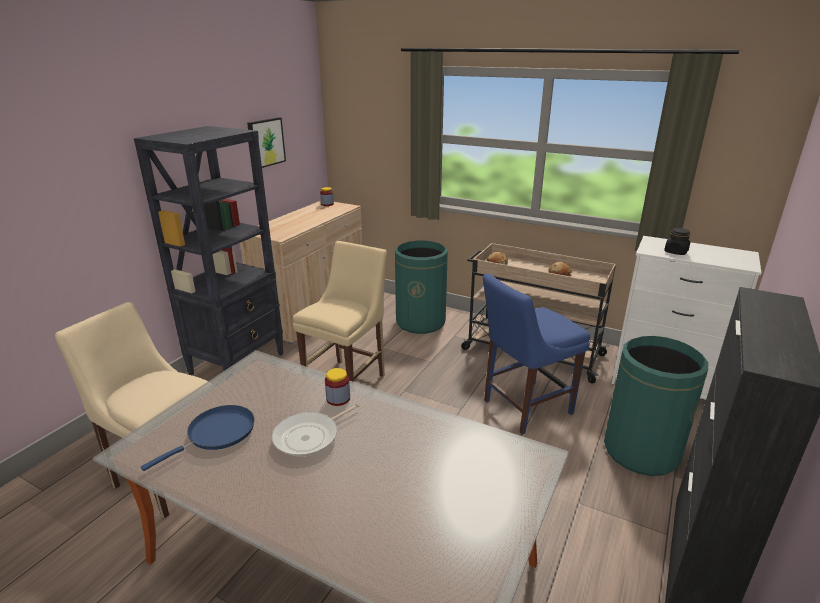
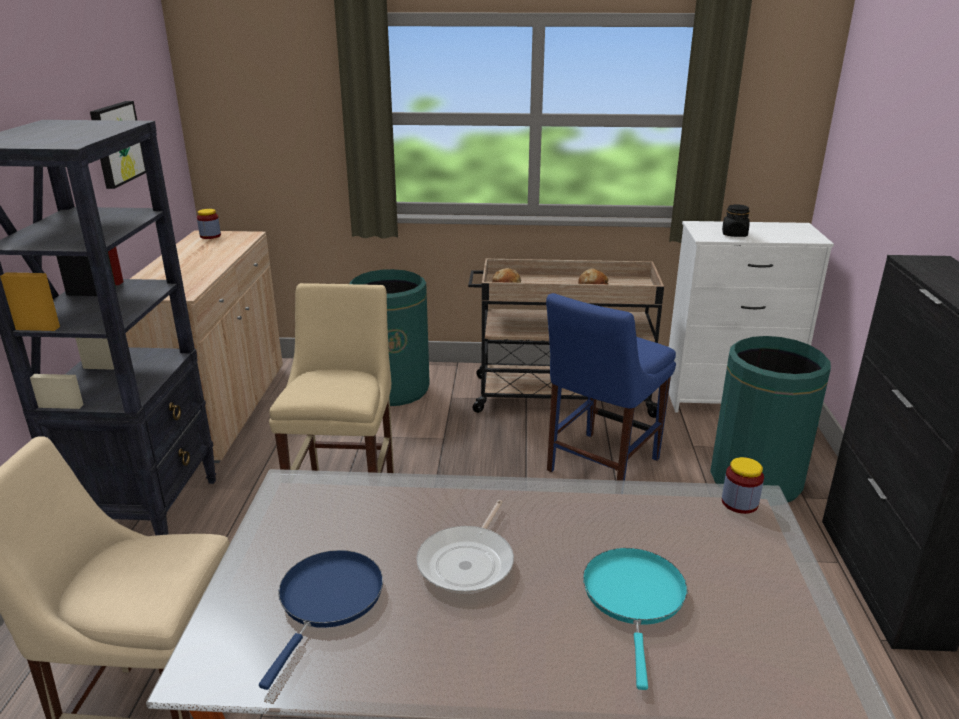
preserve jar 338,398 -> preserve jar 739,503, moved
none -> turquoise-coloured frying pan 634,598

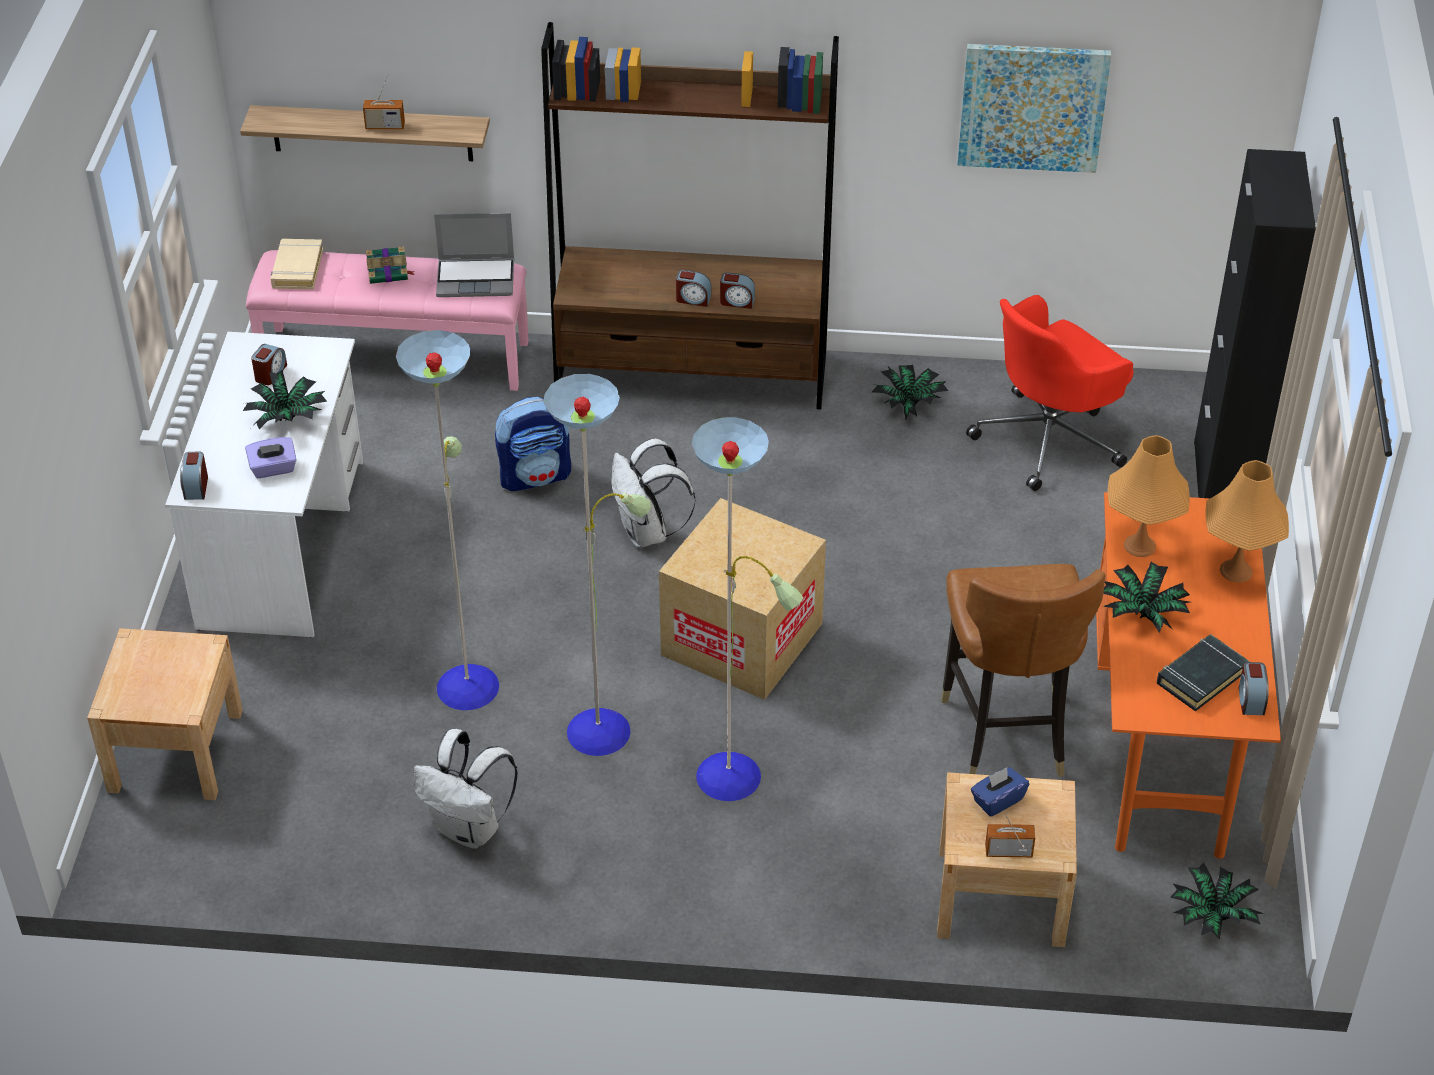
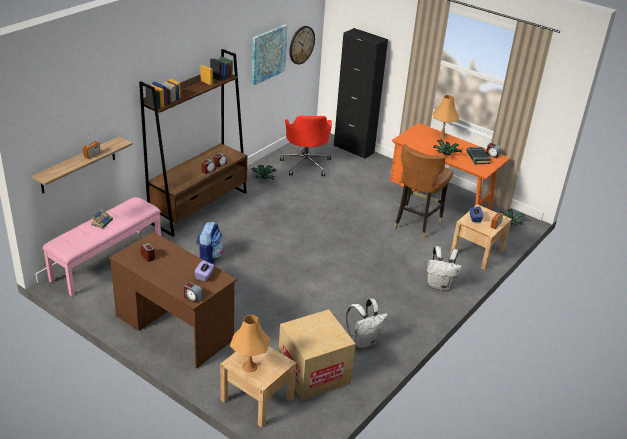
laptop 477,278 -> none
beige-coloured bound book 297,268 -> none
floor lamp 601,728 -> none
whitish desk table 282,543 -> brownish desk table 174,327
potted plant 287,418 -> none
orange-coloured lamp for a table 1140,545 -> orange-coloured lamp for a table 249,366, moved
whitish backpack 647,533 -> whitish backpack 440,285, moved
cardboard box 742,639 -> cardboard box 313,373, moved
brownish upright chair 1006,734 -> brownish upright chair 416,224, 90 degrees clockwise
none -> clock on the wall 301,45

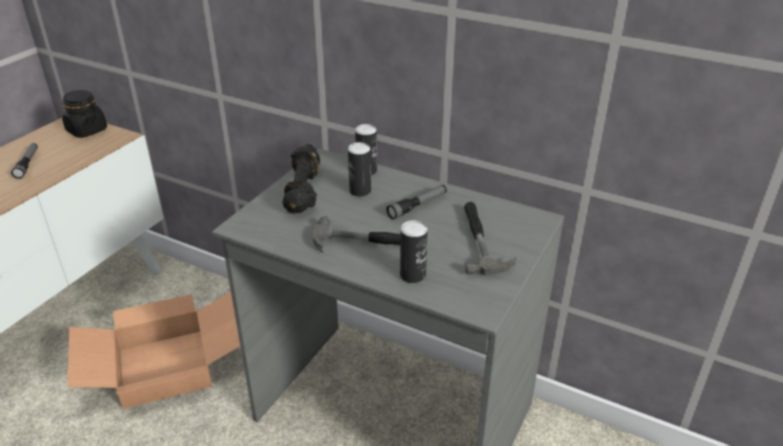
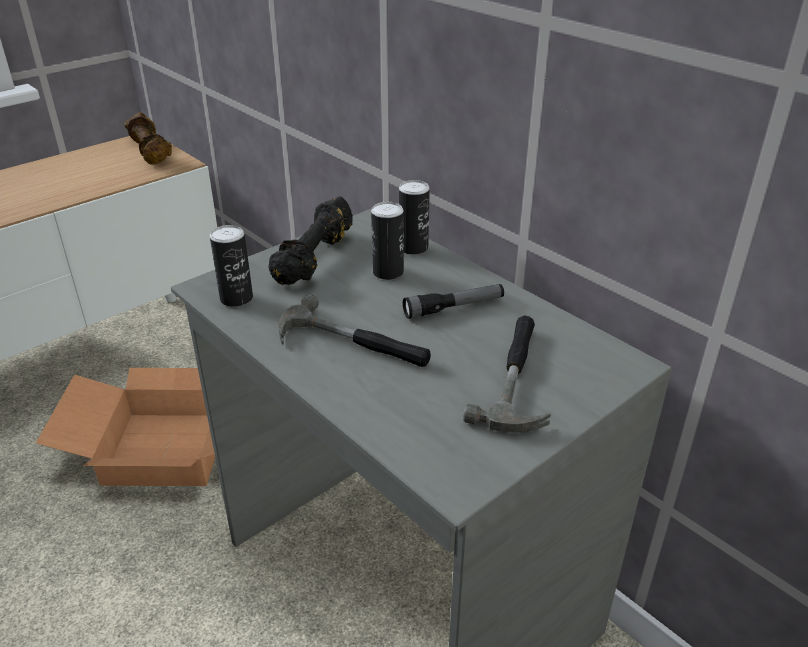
black-coloured preserve jar 87,130 -> brownish free weight 151,151
torch 27,164 -> none
metal can 412,275 -> metal can 236,298, moved

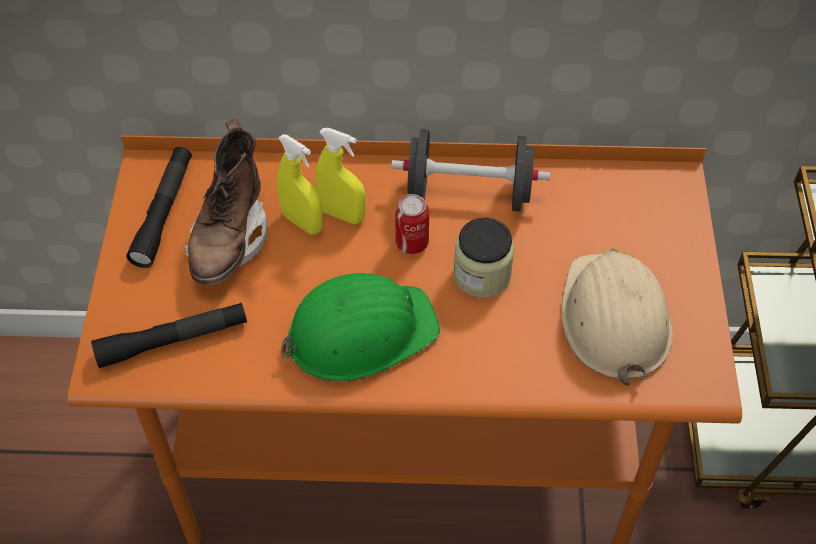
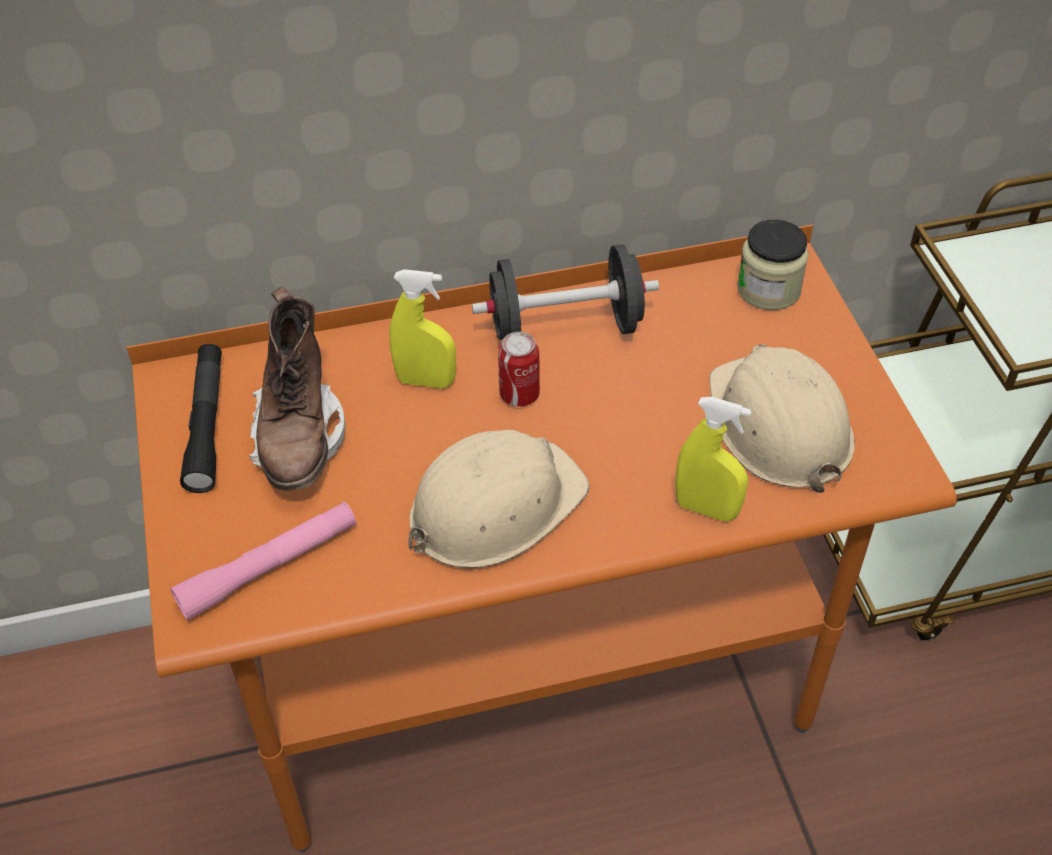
yellowish spray bottle 302,222 -> yellowish spray bottle 706,509, moved
preserve jar 482,275 -> preserve jar 768,289, moved
green-coloured safety helmet 359,332 -> beige-coloured safety helmet 494,506
black-coloured torch 173,340 -> pink torch 269,568

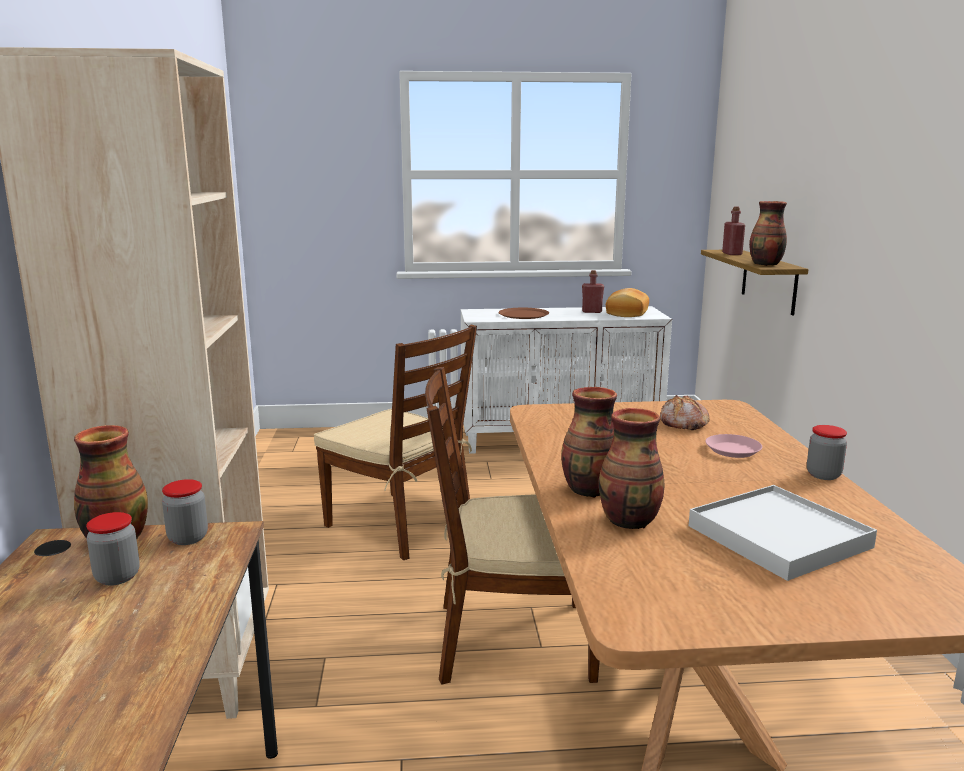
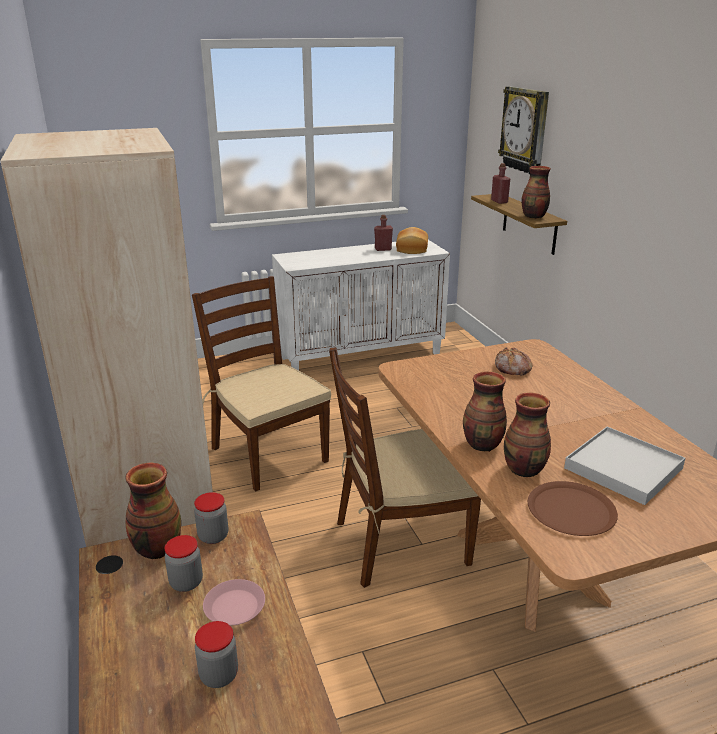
brownish flat dish 523,314 -> brownish flat dish 571,510, moved
brownish upright chair 400,524 -> brownish upright chair 268,454, 150 degrees counterclockwise
preserve jar 823,475 -> preserve jar 219,675, moved
pink flat dish 733,450 -> pink flat dish 235,607, moved
none -> clock on the wall 525,130

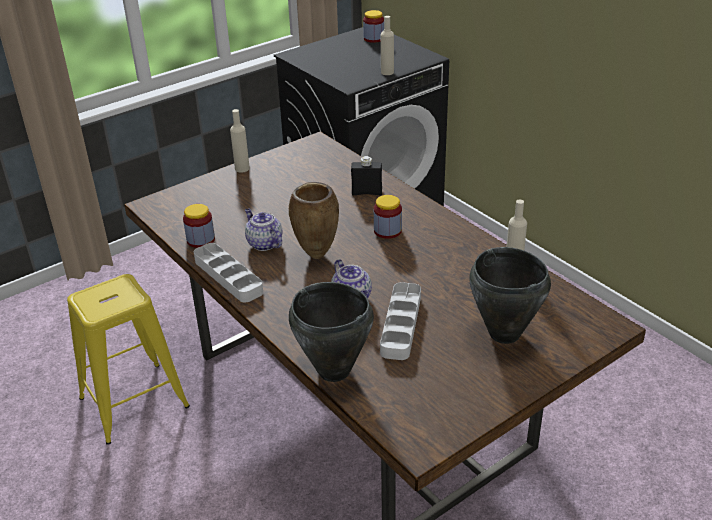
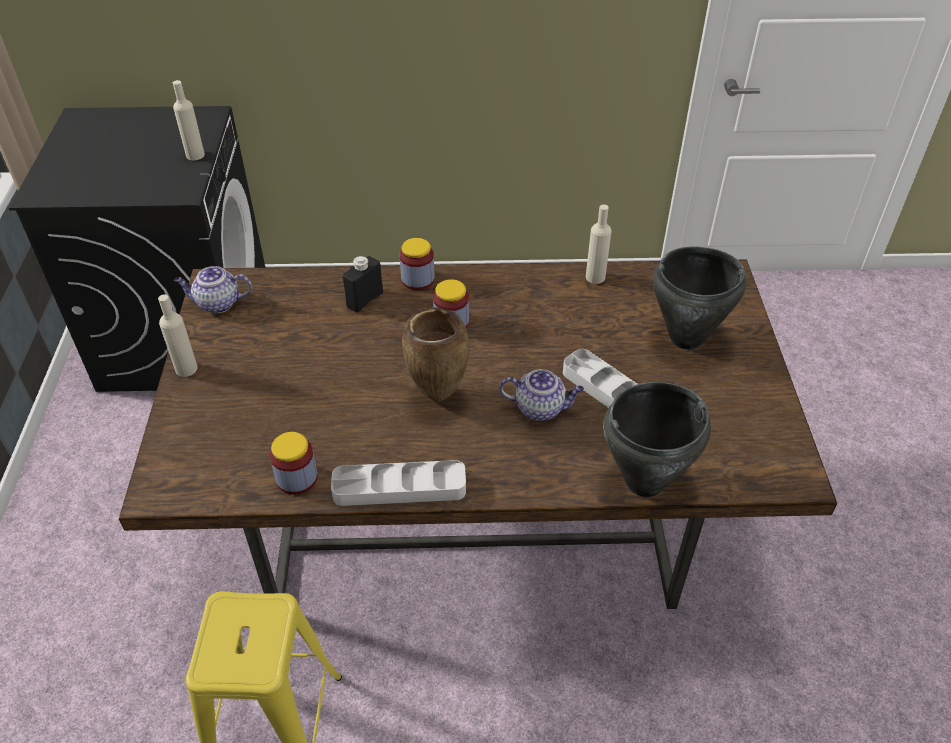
preserve jar 373,38 -> preserve jar 418,279, moved
pot for tea 264,243 -> pot for tea 217,303, moved

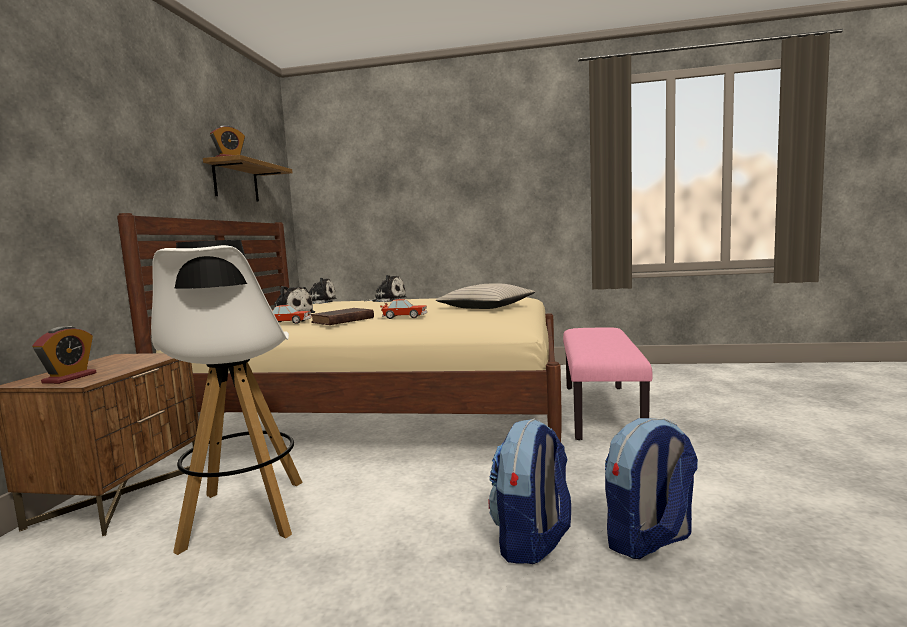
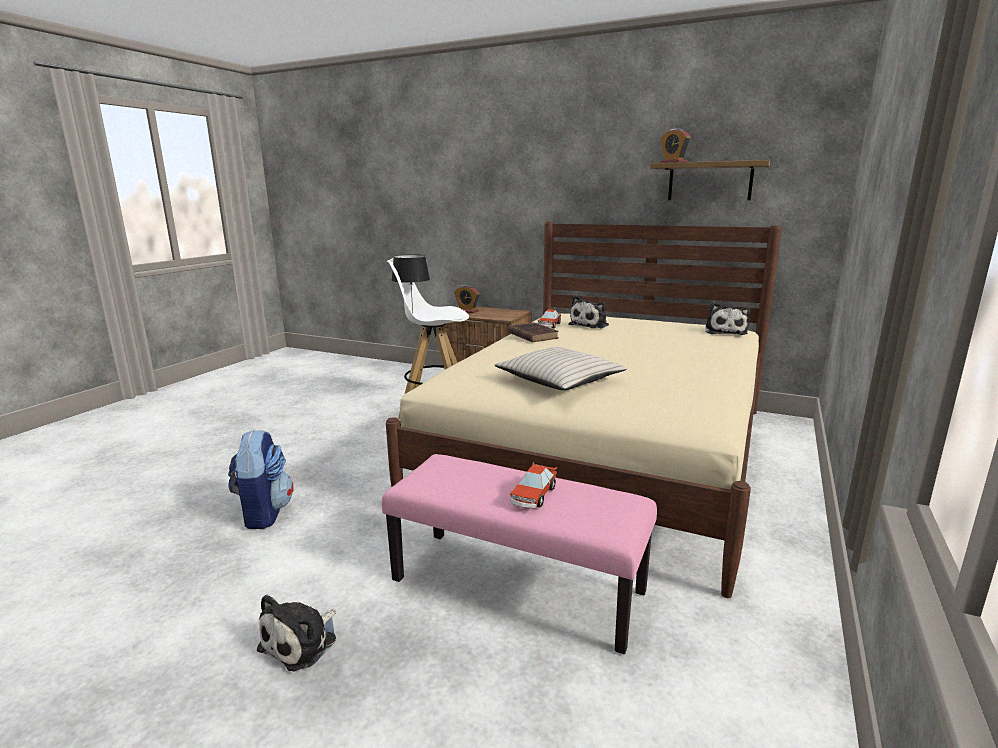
soft toy 387,300 -> soft toy 302,642, moved
miniature car 405,317 -> miniature car 533,495, moved
backpack 532,541 -> none

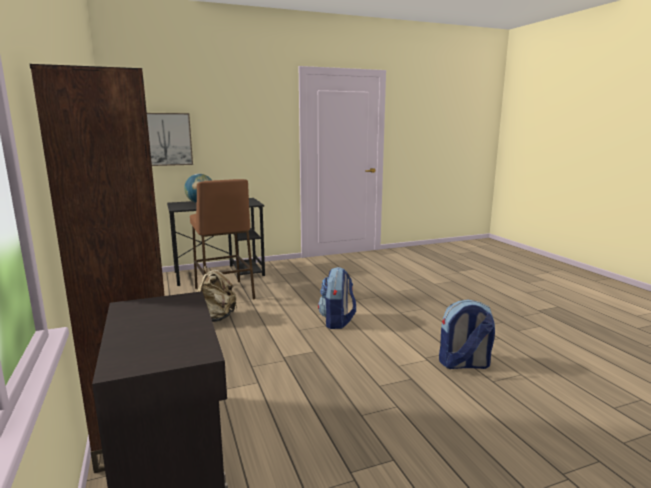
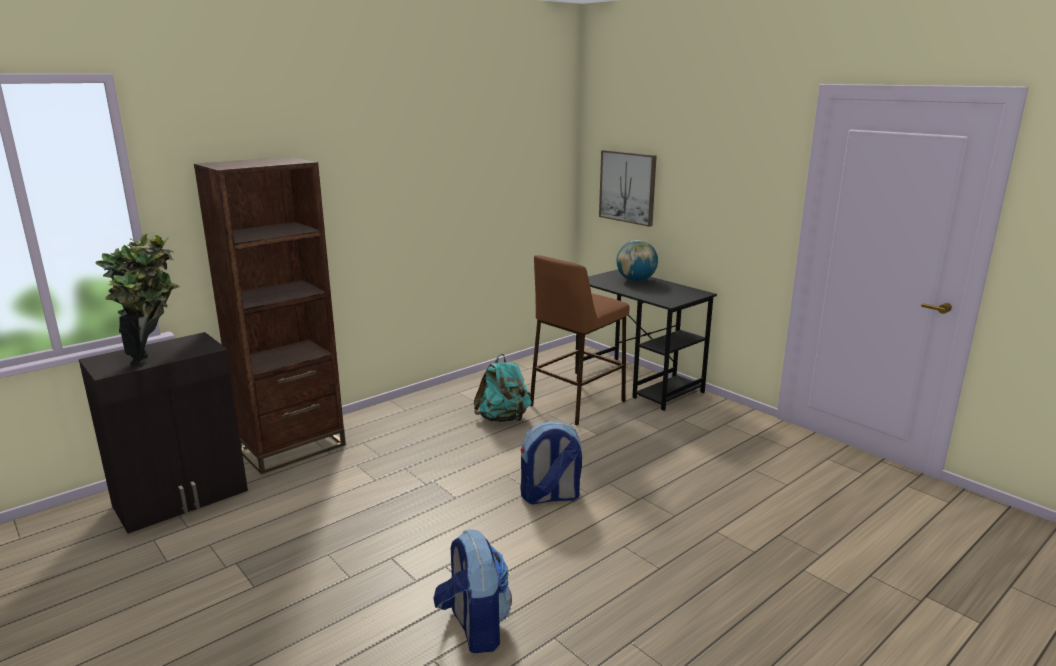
beige-coloured backpack 215,318 -> turquoise-coloured backpack 503,419
none -> potted plant 153,354

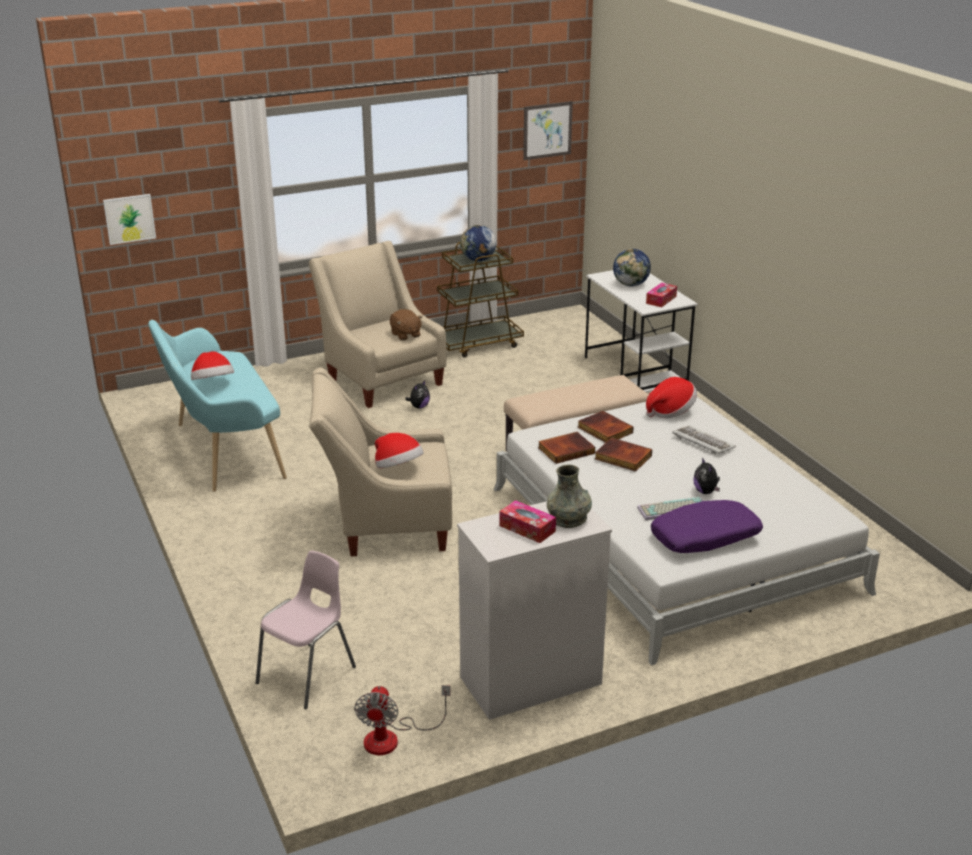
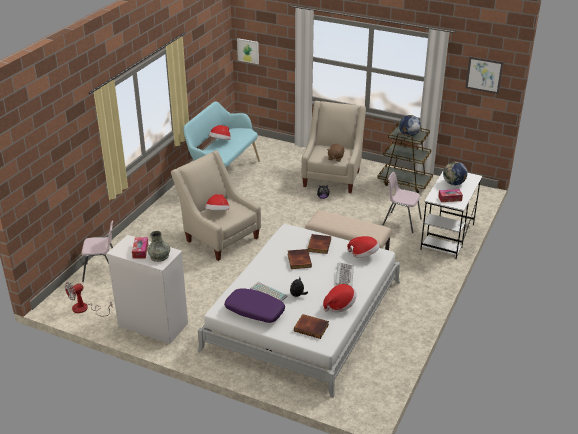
bound book 566,450 -> bound book 311,327, moved
none -> pink upright chair 401,222
none -> hat 339,305

